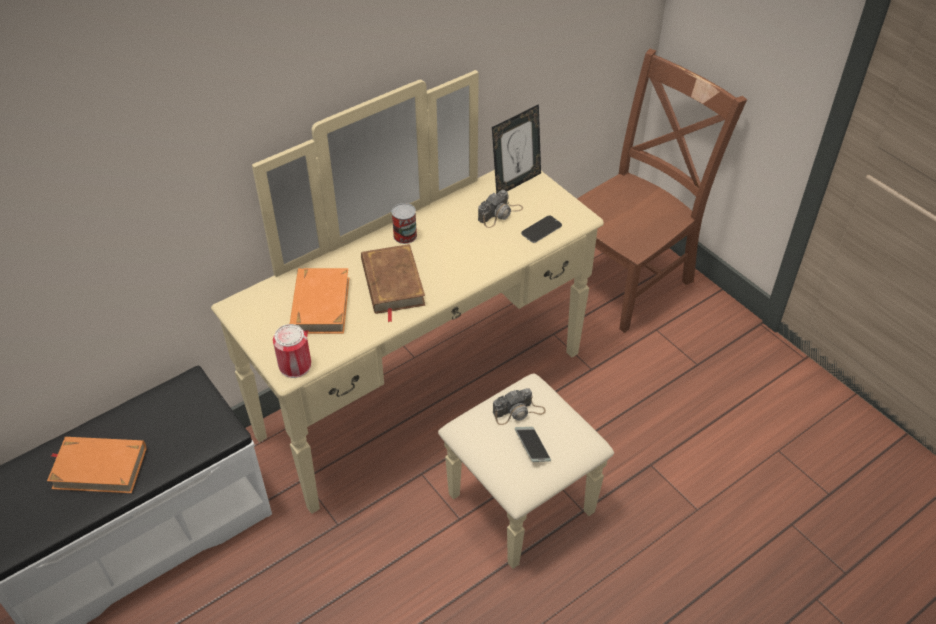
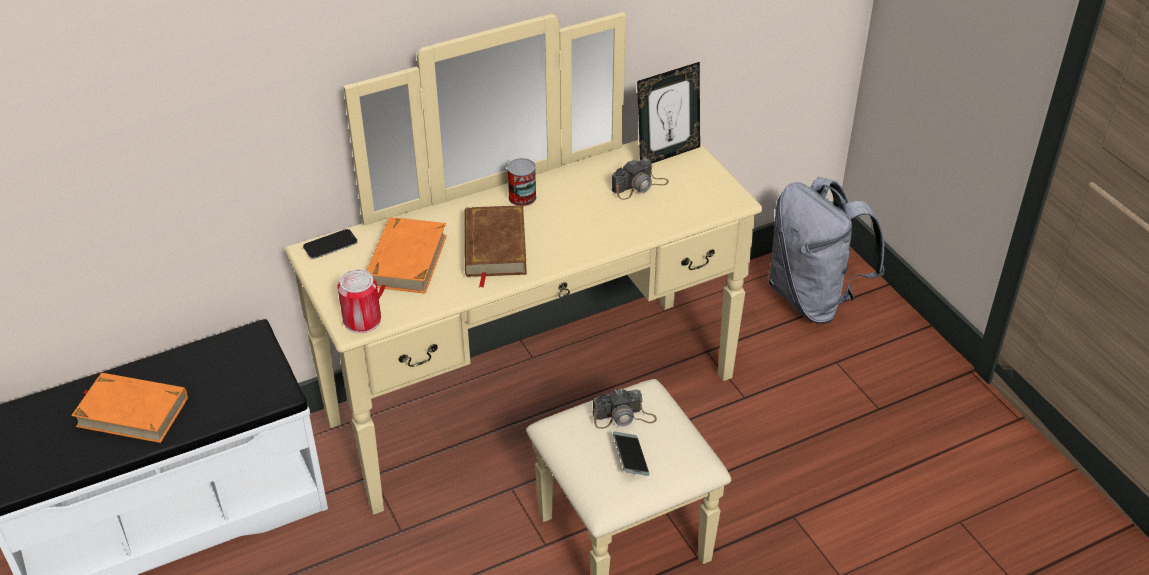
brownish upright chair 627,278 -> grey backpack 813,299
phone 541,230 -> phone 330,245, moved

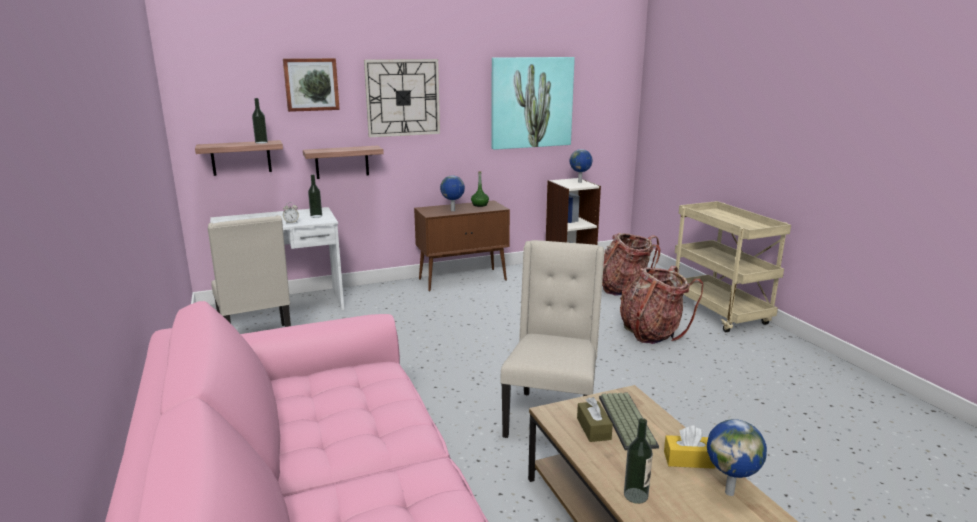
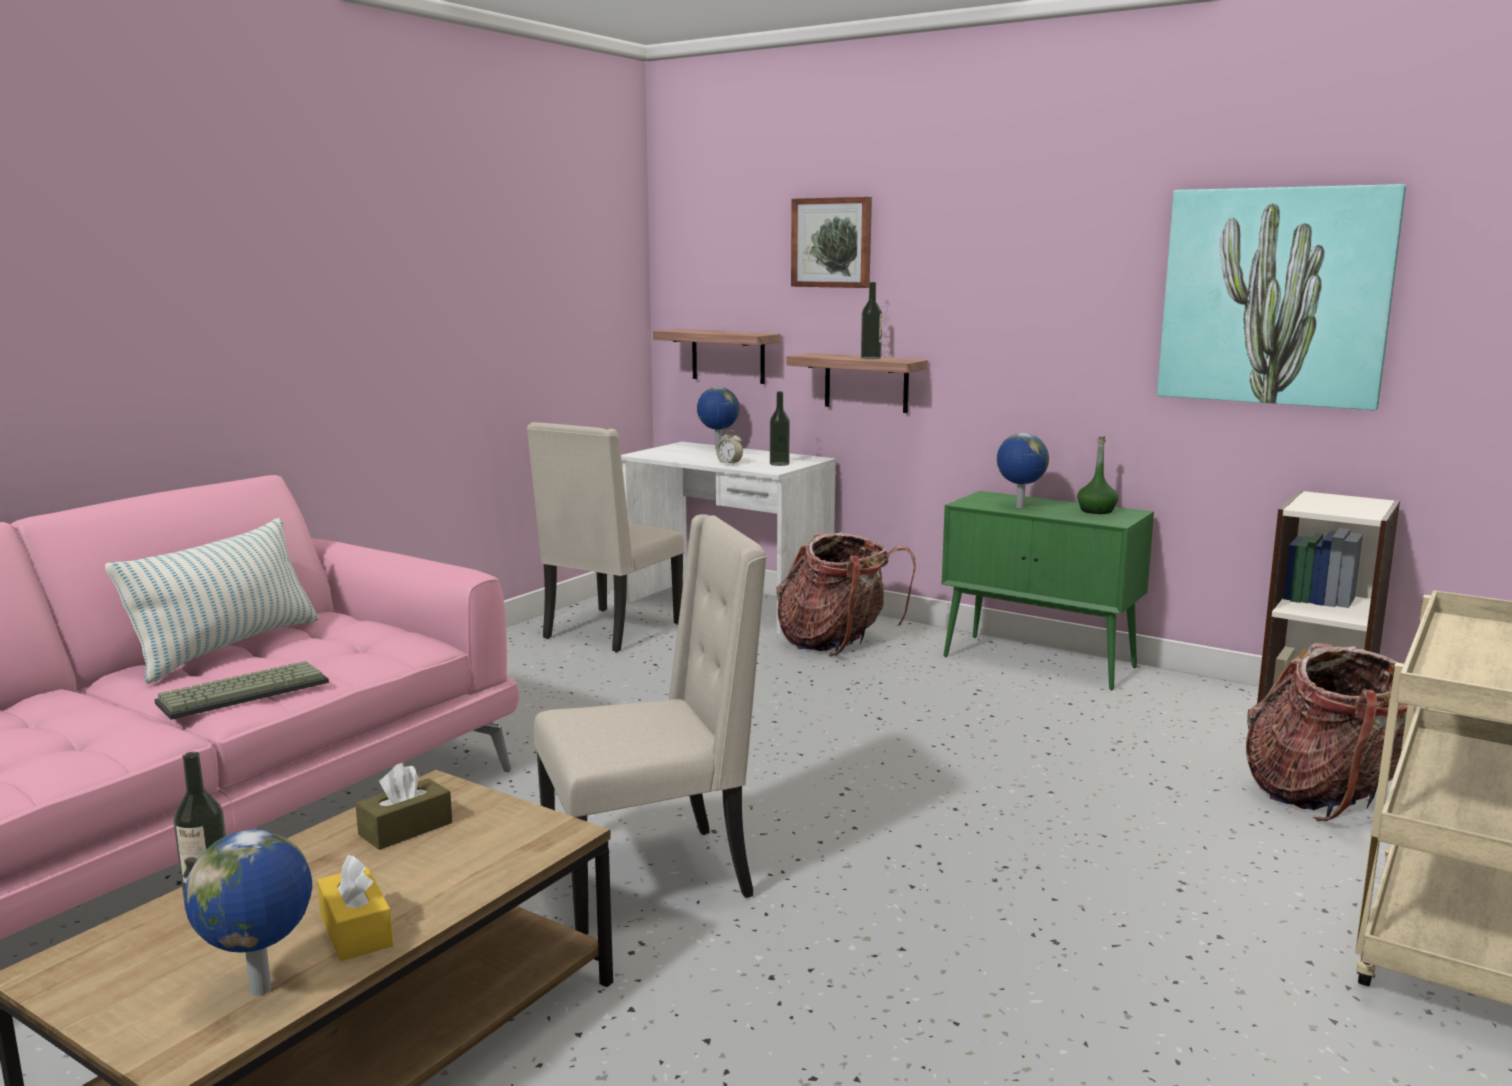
clock on the wall 402,97 -> none
beverage bottle 261,142 -> beverage bottle 871,358, moved
world globe 580,182 -> world globe 718,449, moved
brownish cabinet 463,279 -> green-coloured cabinet 1040,662
backpack 652,333 -> backpack 837,643, moved
PC keyboard 625,421 -> PC keyboard 244,691, moved
none -> throw pillow 227,648

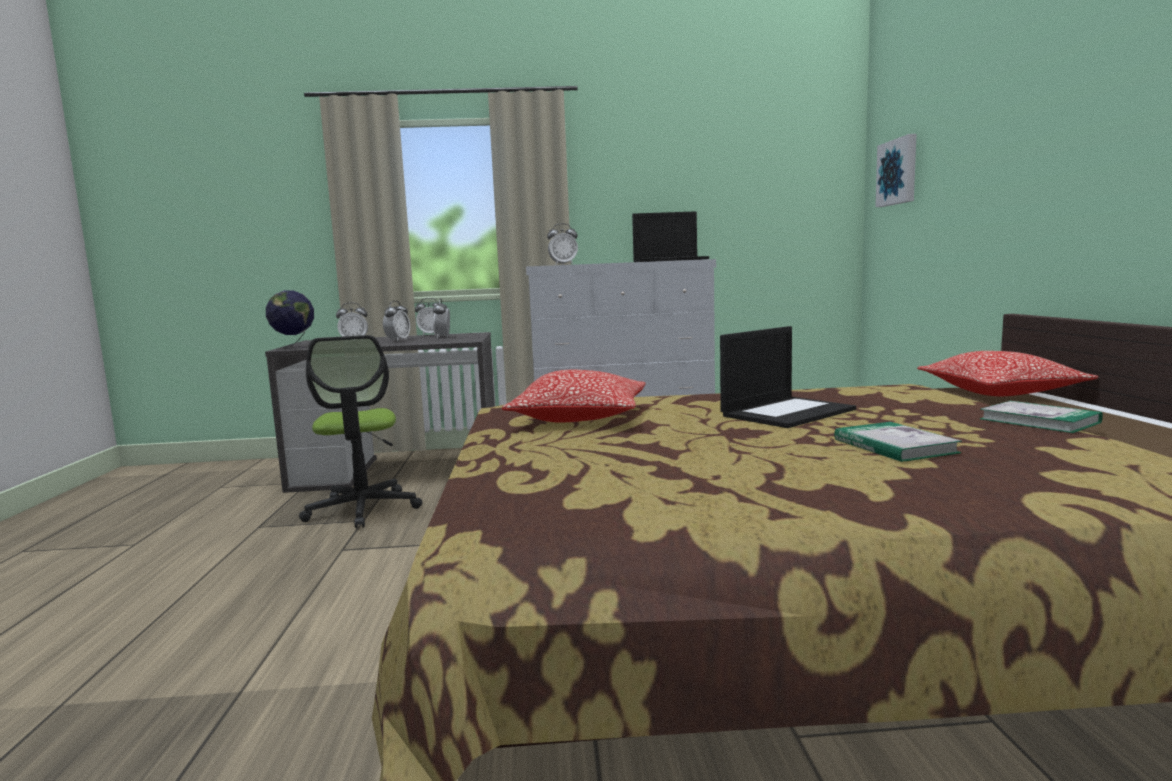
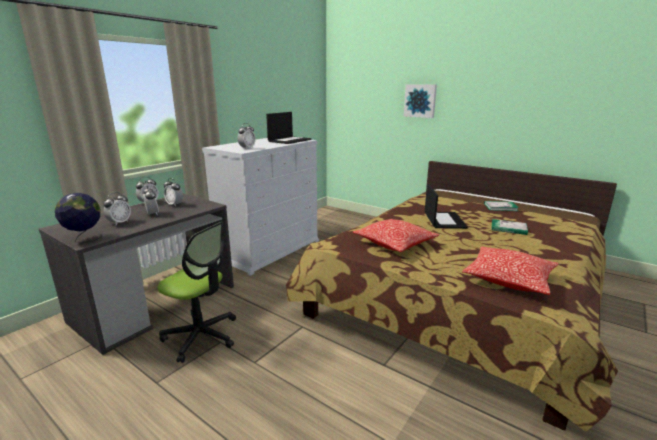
picture 898,172 -> picture 420,100, moved
throw pillow 1000,392 -> throw pillow 509,279, moved

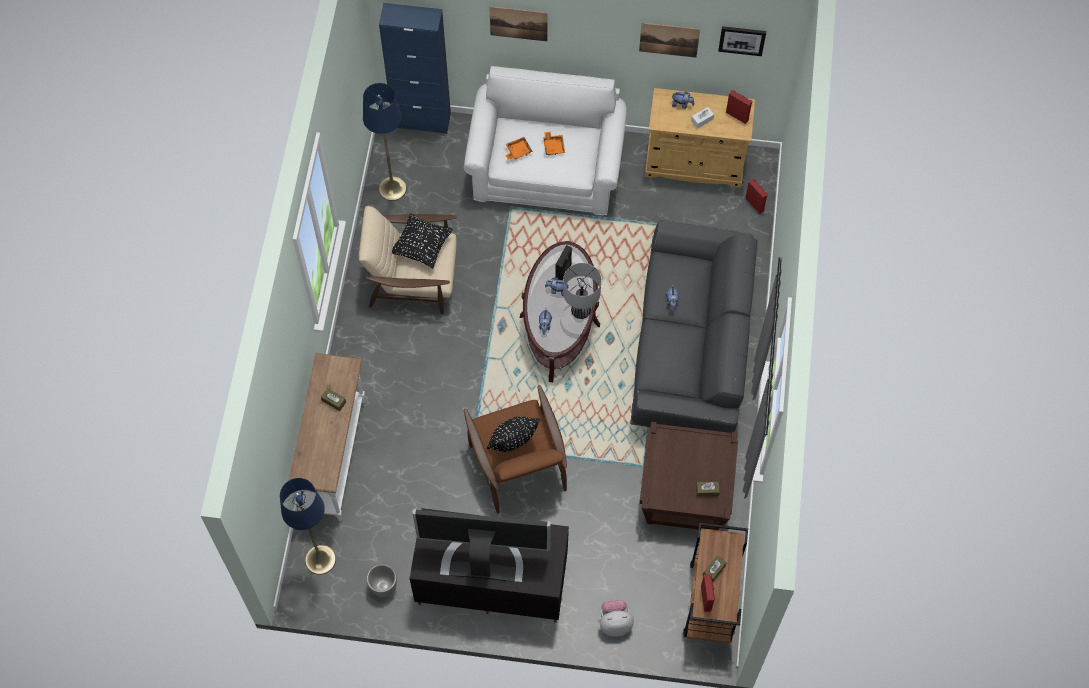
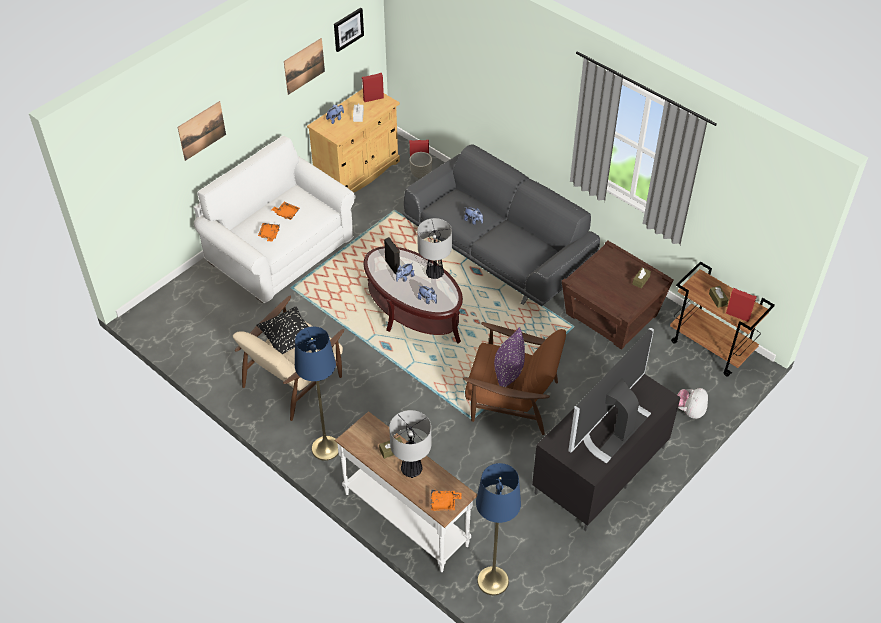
blue-coloured cabinet 422,120 -> none
blue-coloured floor lamp 392,189 -> blue-coloured floor lamp 326,448, moved
black-coloured throw pillow 513,442 -> purple throw pillow 508,373
grey plant pot 383,586 -> grey plant pot 421,174, moved
none -> lamp for a table 411,470
none -> orange-coloured tray 444,503

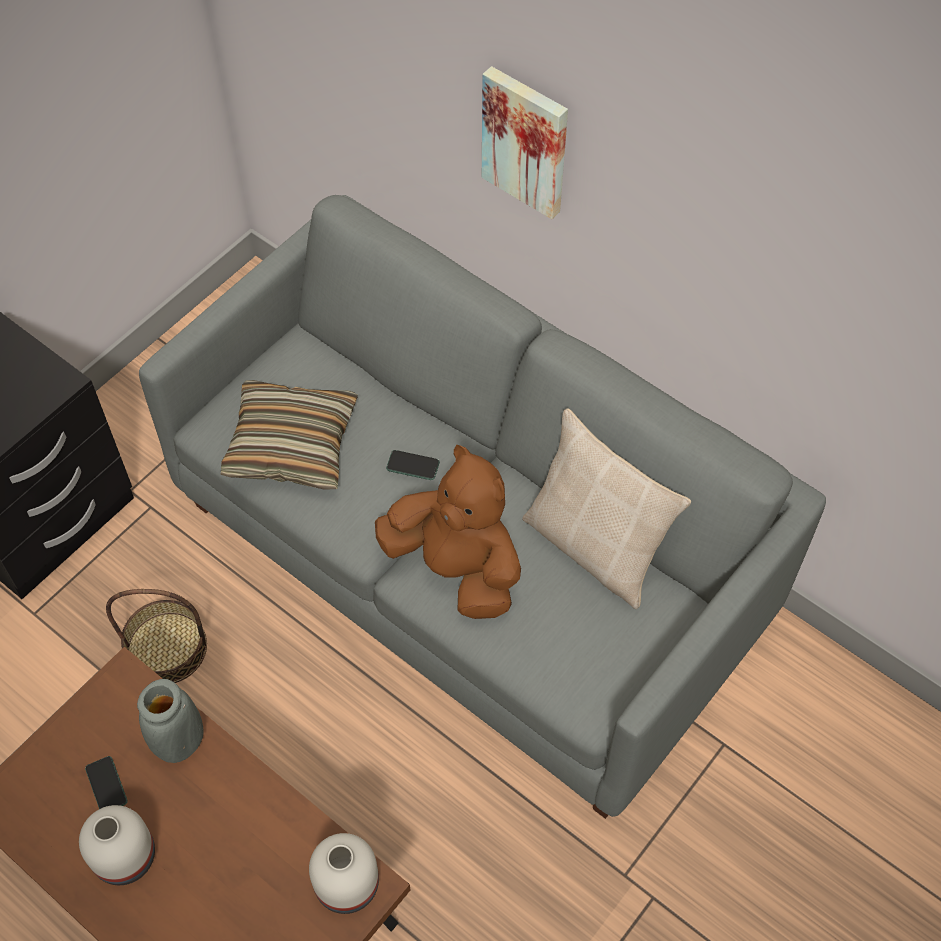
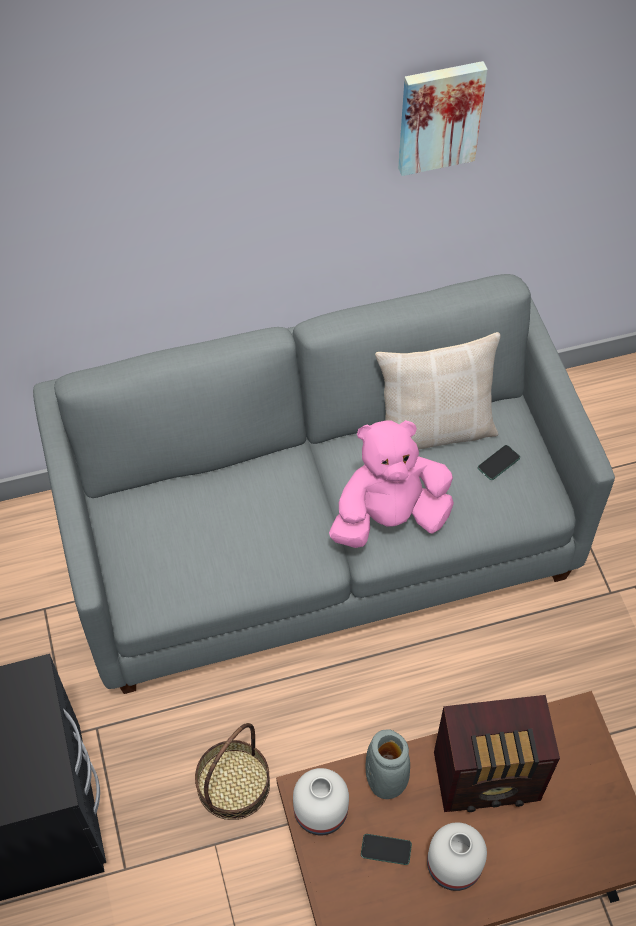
picture 526,141 -> picture 439,116, moved
throw pillow 291,445 -> none
brownish soft toy 456,568 -> pink soft toy 389,517
phone 413,466 -> phone 498,463, moved
whitish vase 348,883 -> whitish vase 320,810, moved
none -> radio set 489,778

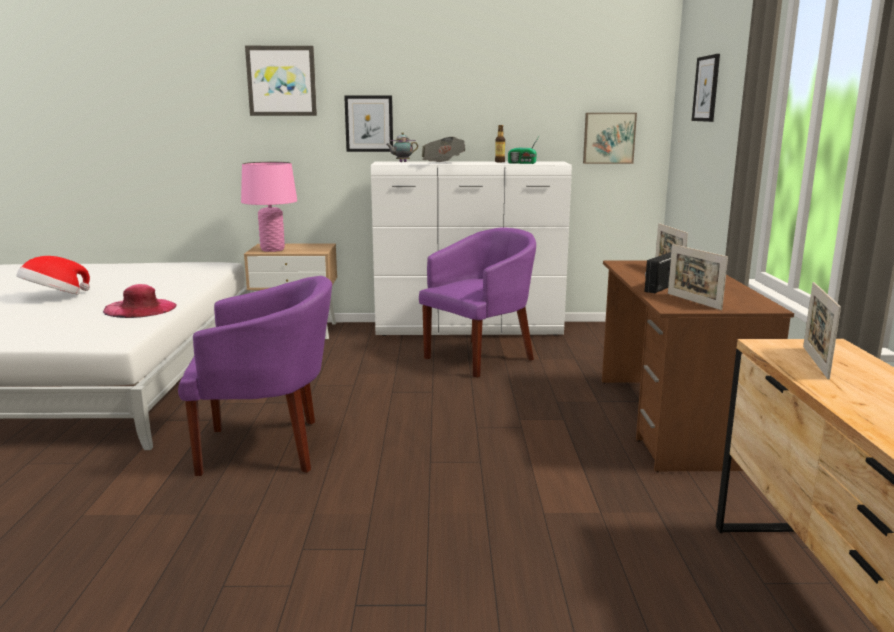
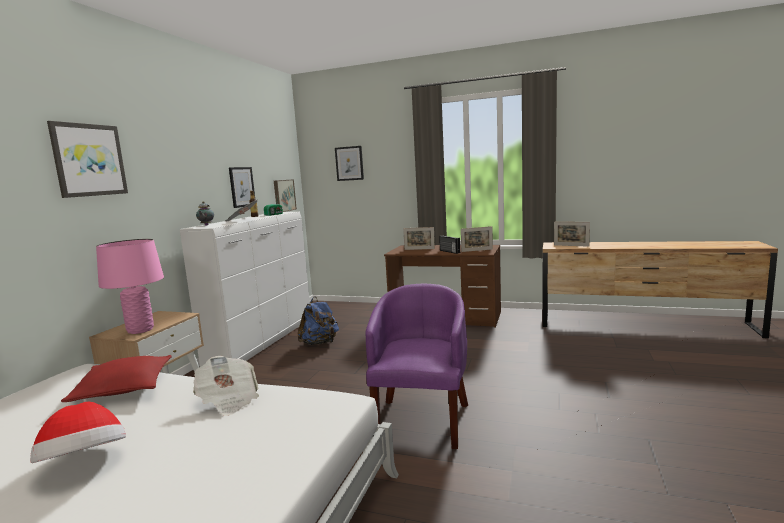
picture 369,123 -> picture 242,187, moved
purple easy chair 480,357 -> blue-coloured backpack 320,343
pink hat 140,308 -> printed paper 228,400
none -> reddish throw pillow 124,388

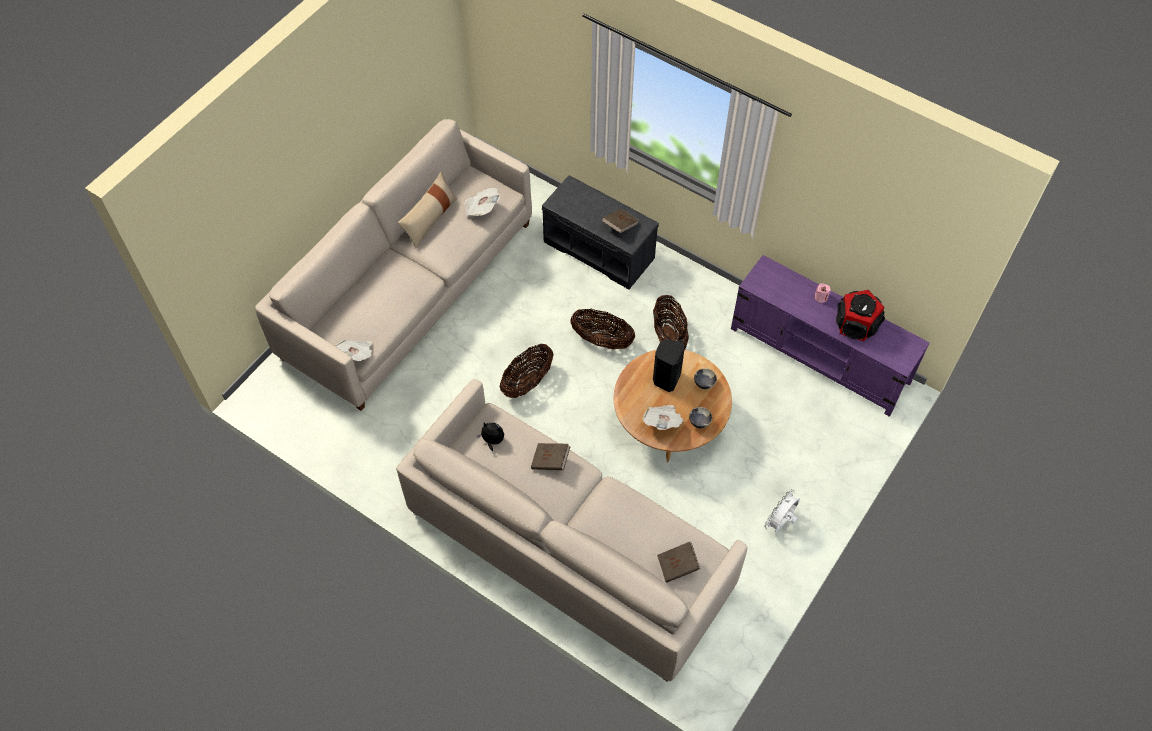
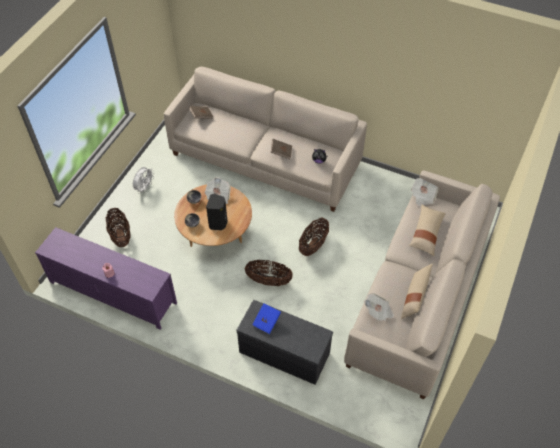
brownish bound book 620,225 -> blue-coloured bound book 266,321
audio speaker 856,324 -> none
basket 669,336 -> basket 120,235, moved
none -> beige-coloured throw pillow 426,233

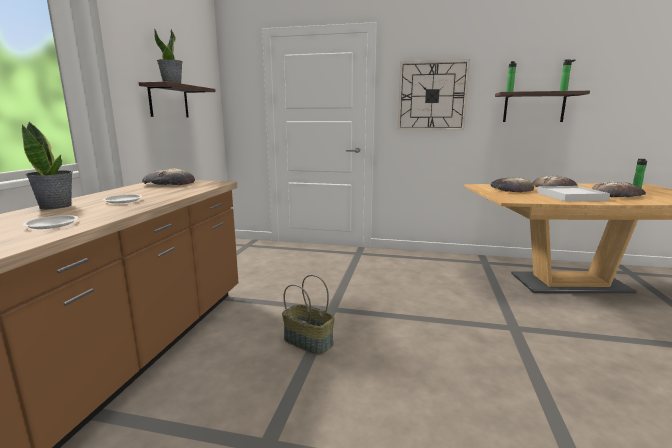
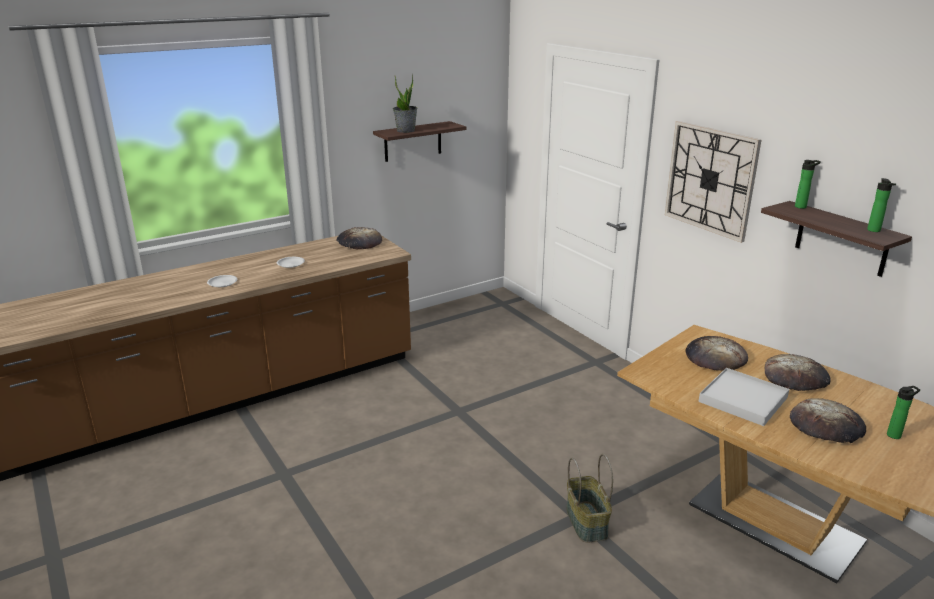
potted plant 56,206 -> none
basket 309,342 -> basket 587,522, moved

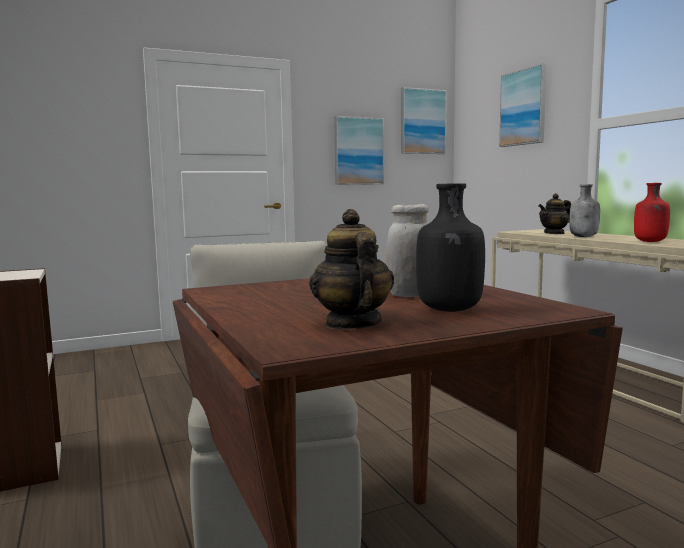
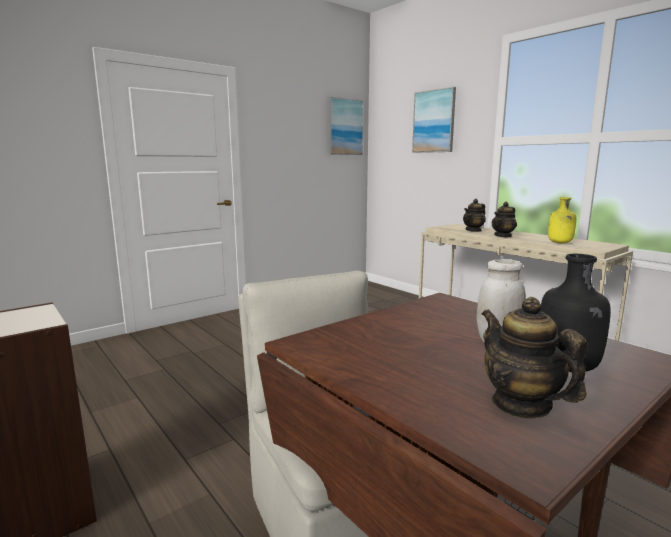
picture 358,151 -> none
reddish beverage bottle 650,242 -> yellowish beverage bottle 560,243
grey beverage bottle 584,237 -> pot for tea 503,236

